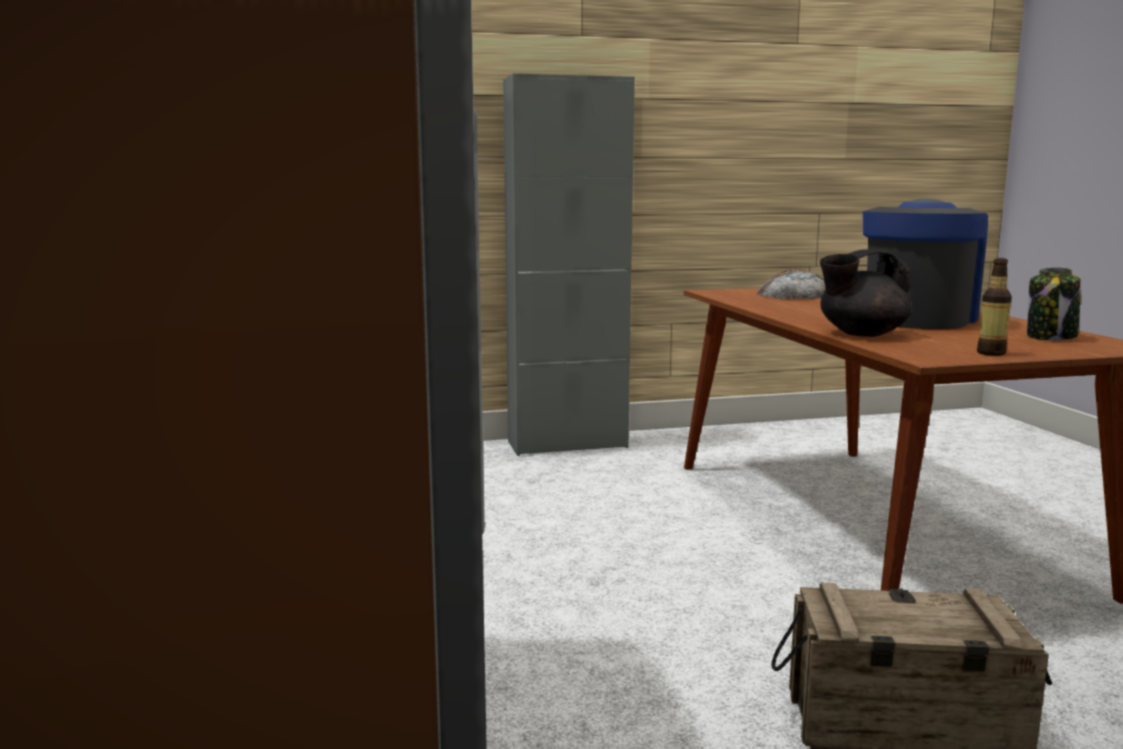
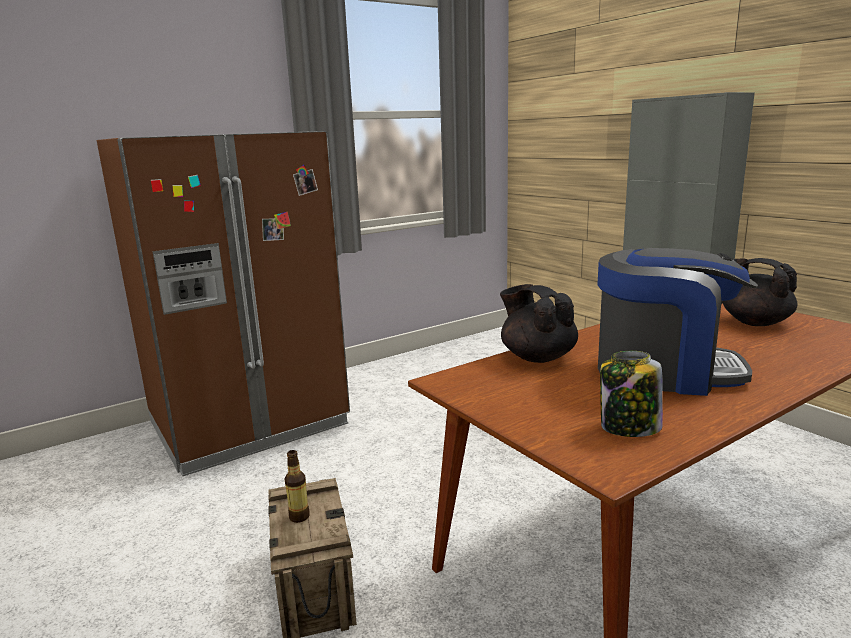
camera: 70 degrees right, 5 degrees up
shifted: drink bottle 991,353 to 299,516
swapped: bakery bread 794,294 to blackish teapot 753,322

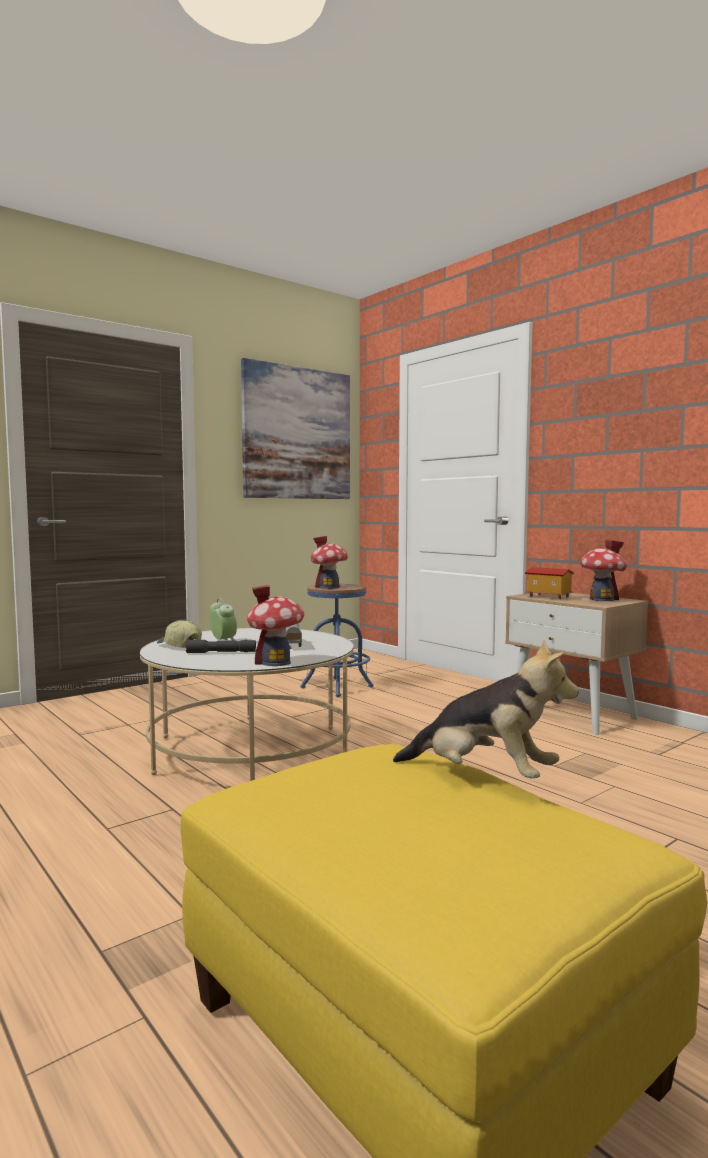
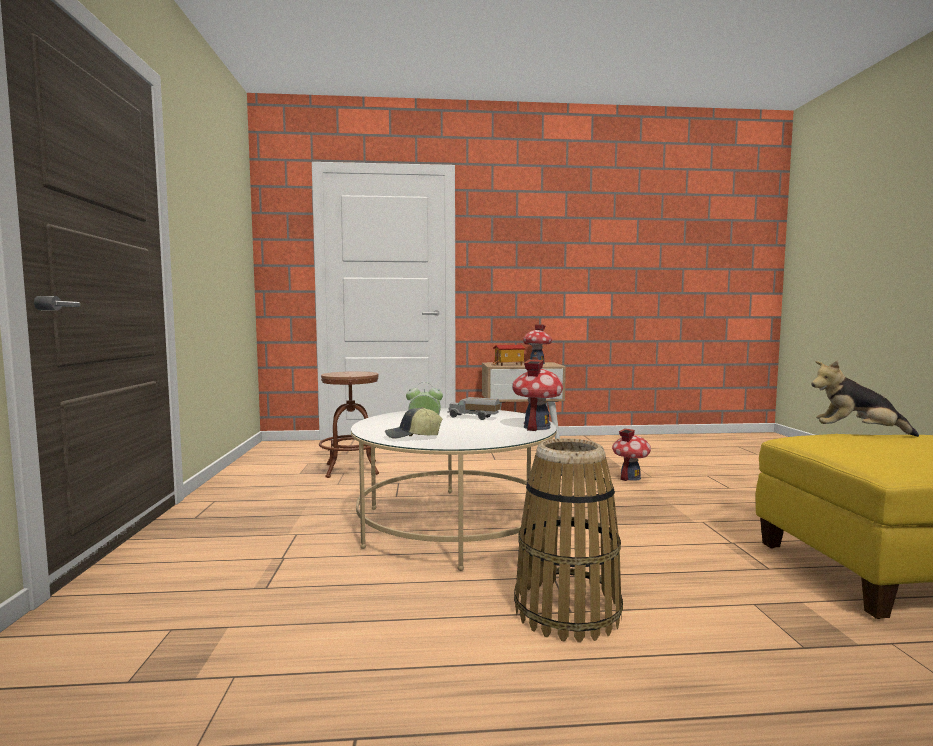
camera: 55 degrees left, 0 degrees up
gone: greyish flashlight 221,652; wall picture 297,433
new: basket 567,610
shifted: miniature house 329,587 to 630,477
repainted: bluish stool seat 336,687 to brown stool seat 352,469
rotated: plush toy 484,777 = 857,433 135 degrees counterclockwise

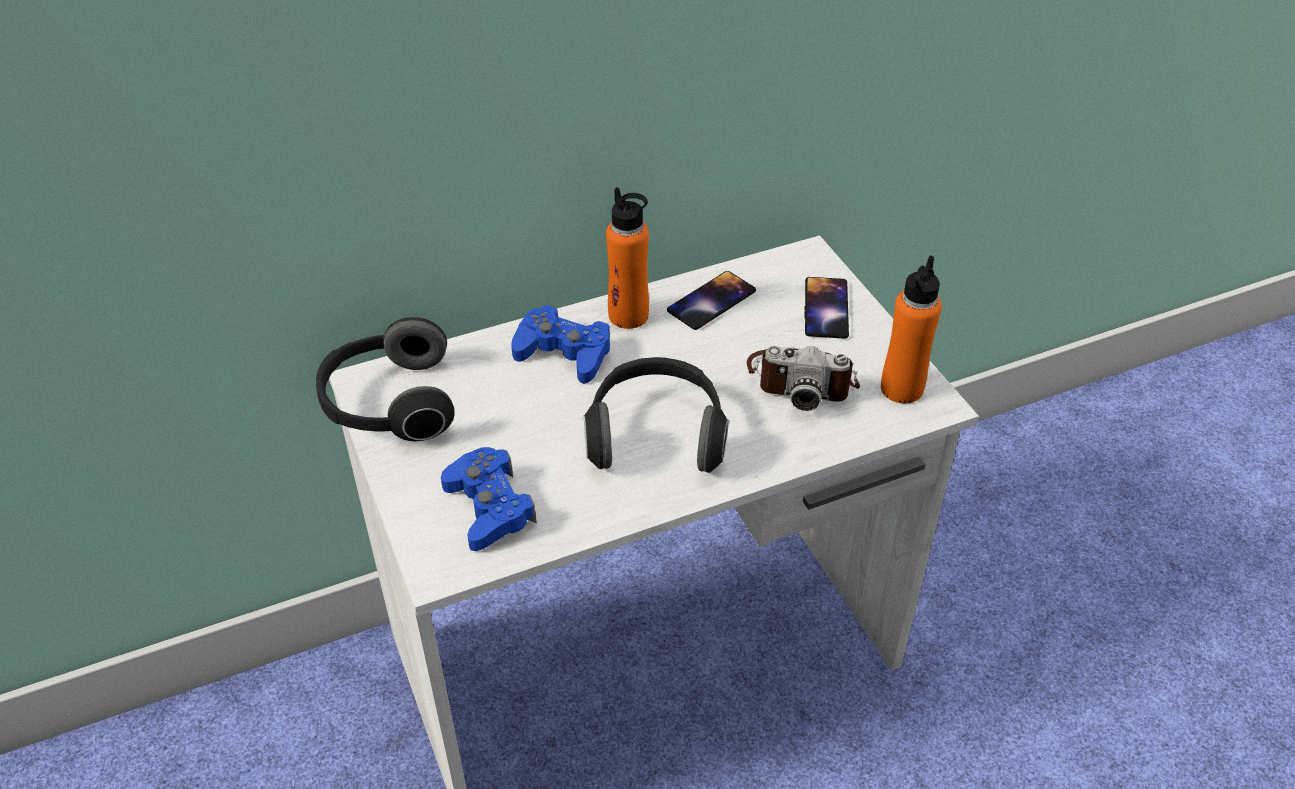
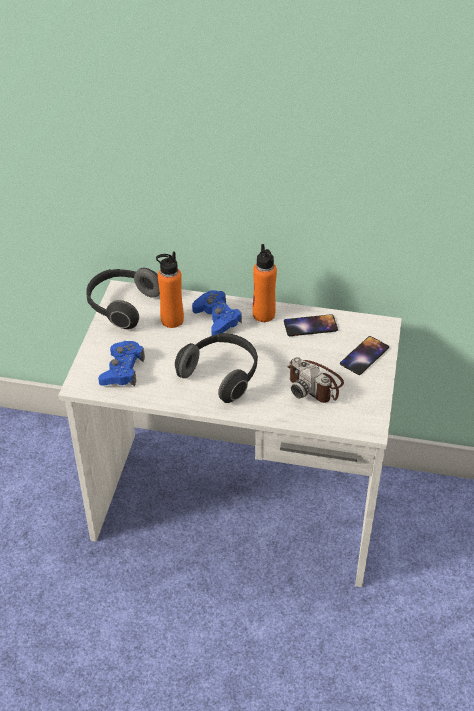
camera: 35 degrees right, 0 degrees up
shifted: orangey drink bottle 901,388 to 172,320

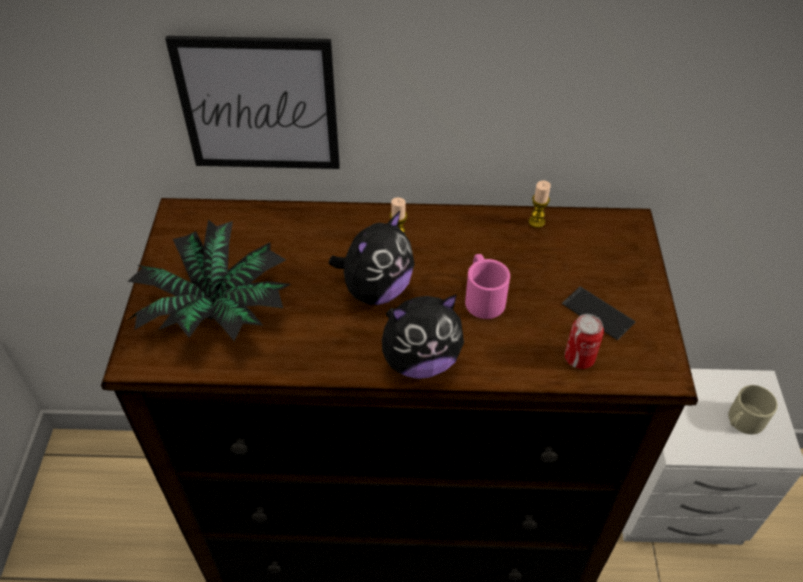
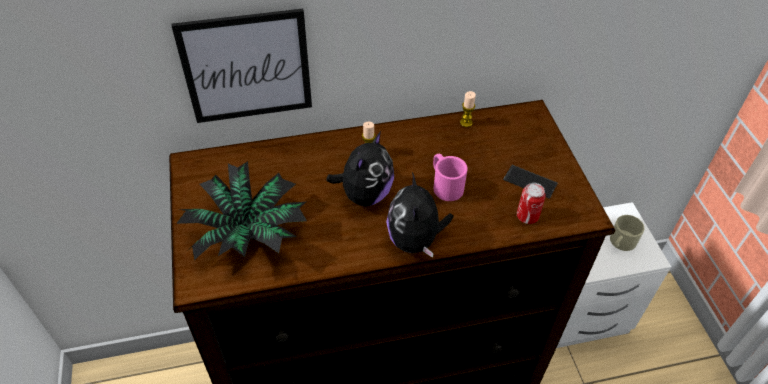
camera: 15 degrees left, 0 degrees up
rotated: plush toy 420,361 = 415,241 120 degrees clockwise

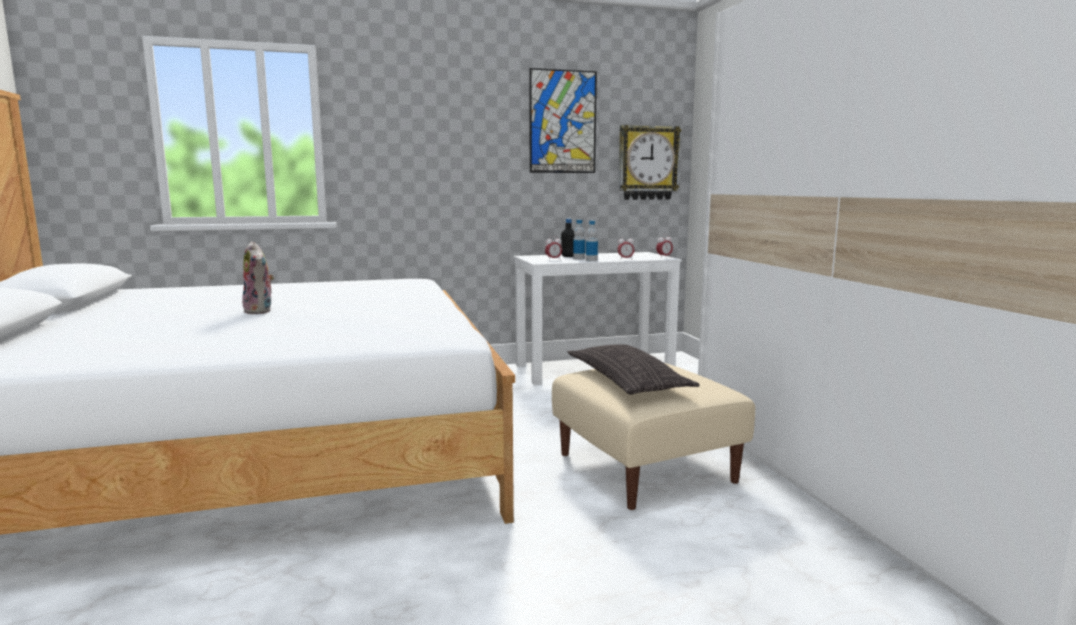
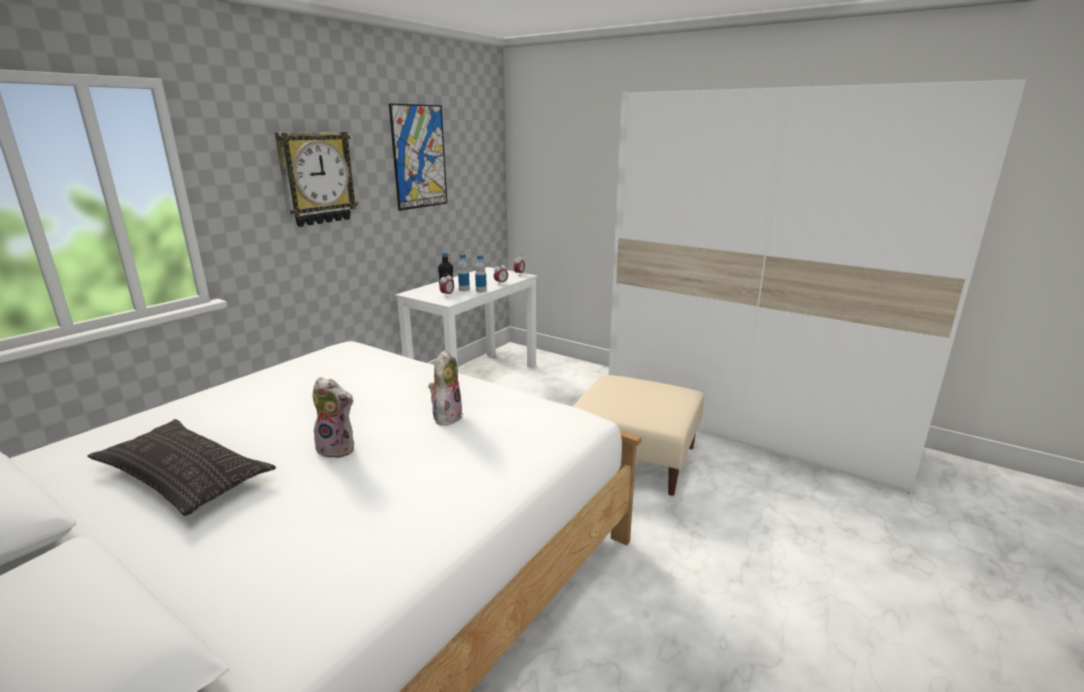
camera: 40 degrees left, 10 degrees up
new: plush toy 446,416
shifted: throw pillow 627,380 to 183,475; hanging clock 647,163 to 316,178

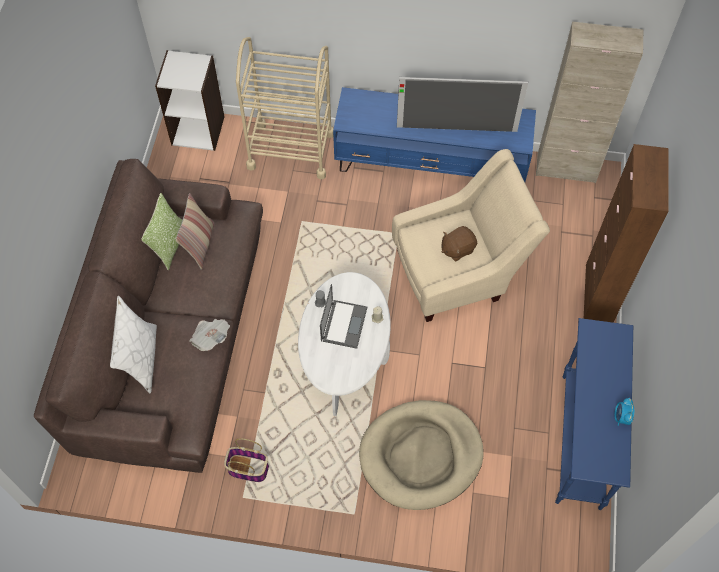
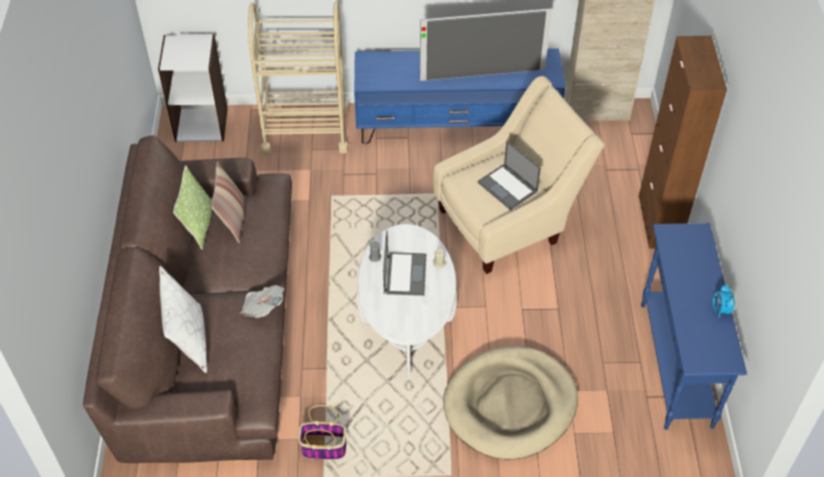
camera: 10 degrees left, 10 degrees down
swapped: brown plush toy 457,249 to portable computer 508,187

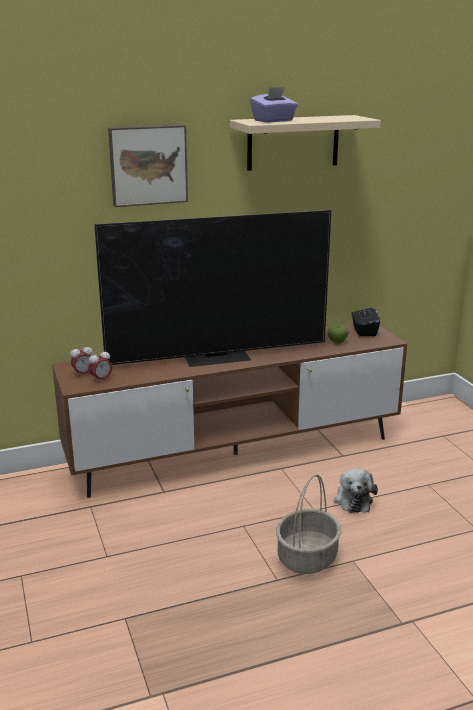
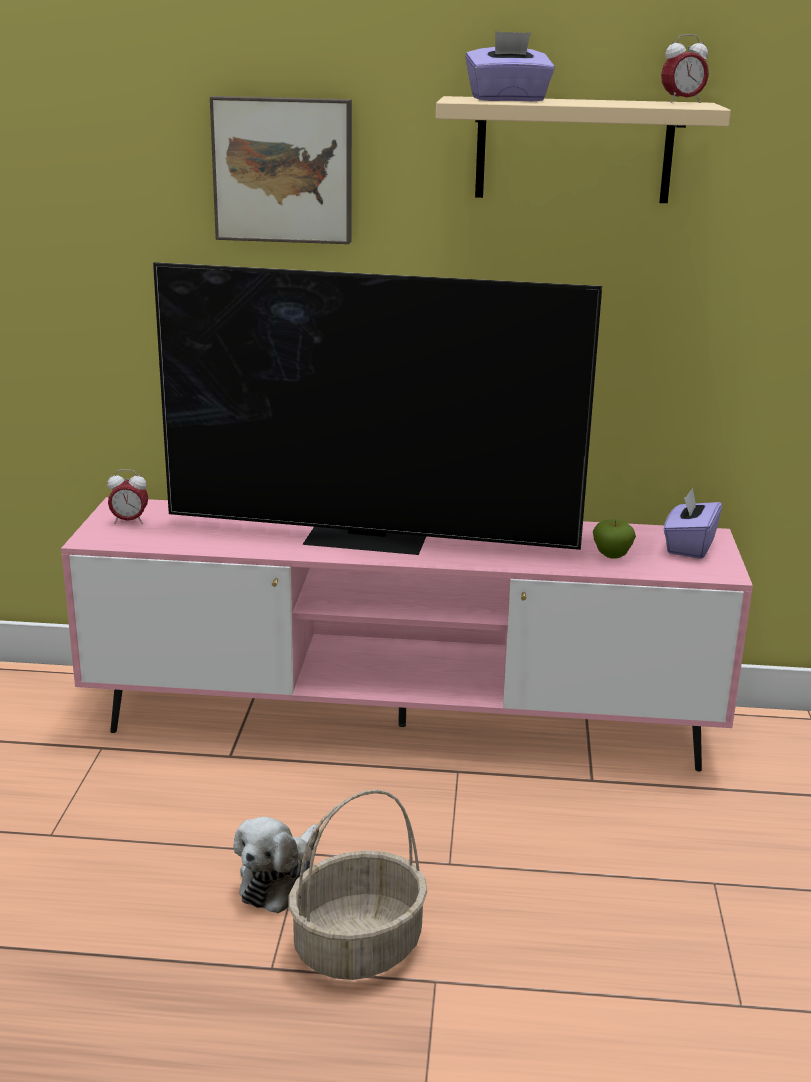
camera: 25 degrees right, 0 degrees up
shifted: bedside clock 101,380 to 682,102; plush toy 353,499 to 280,879
repainted: brown tv stand 235,454 to pinkish tv stand 402,725; blackish tissue holder 364,331 to purple-coloured tissue holder 689,546

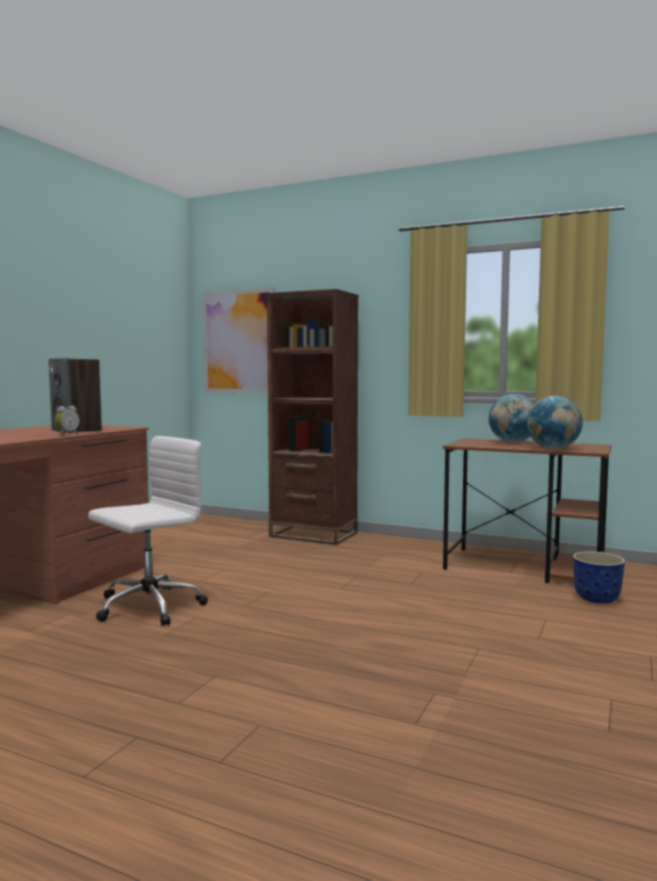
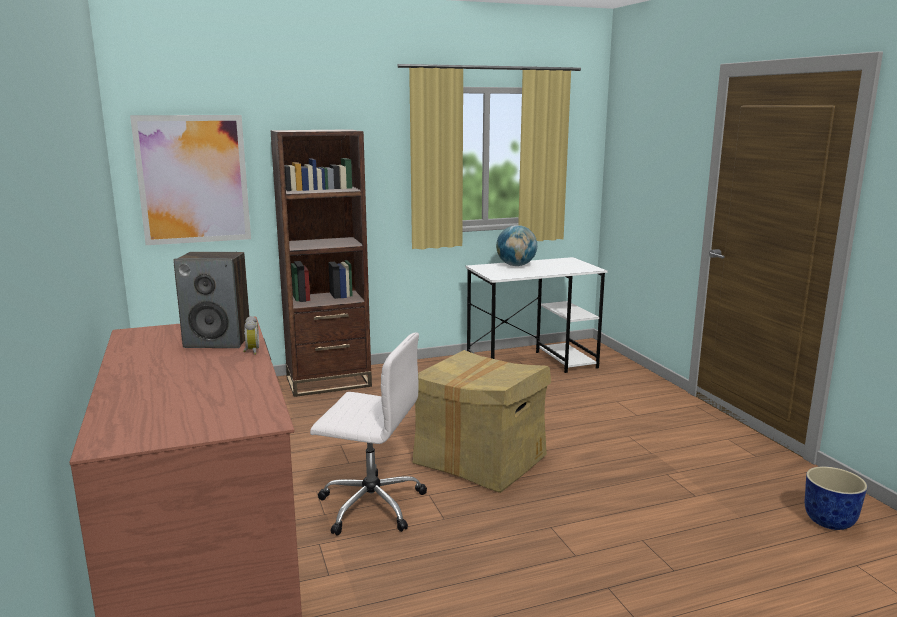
camera: 45 degrees left, 10 degrees up
gone: world globe 553,448
new: packing box 480,460
shifted: flower pot 596,599 to 828,521
repainted: brown desk table 525,568 to whitish desk table 533,364
rotated: whitish computer chair 147,607 = 370,504 105 degrees clockwise

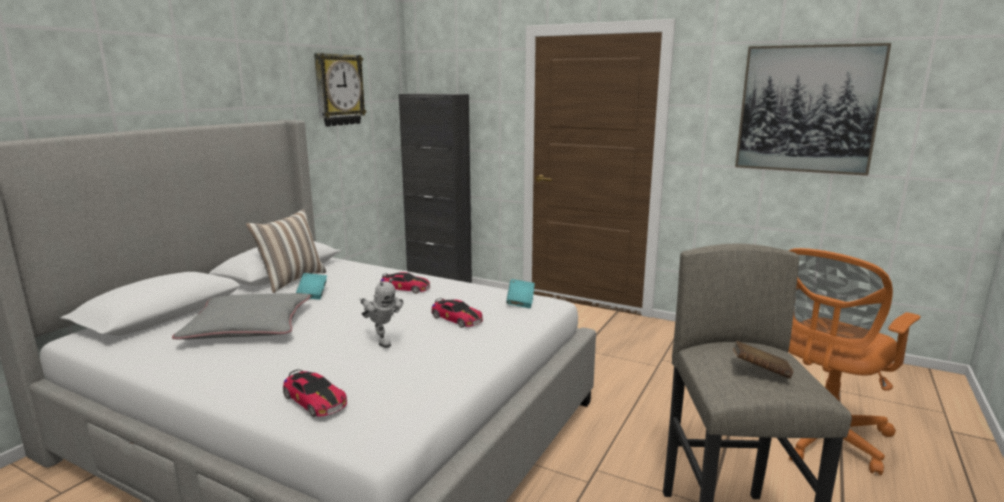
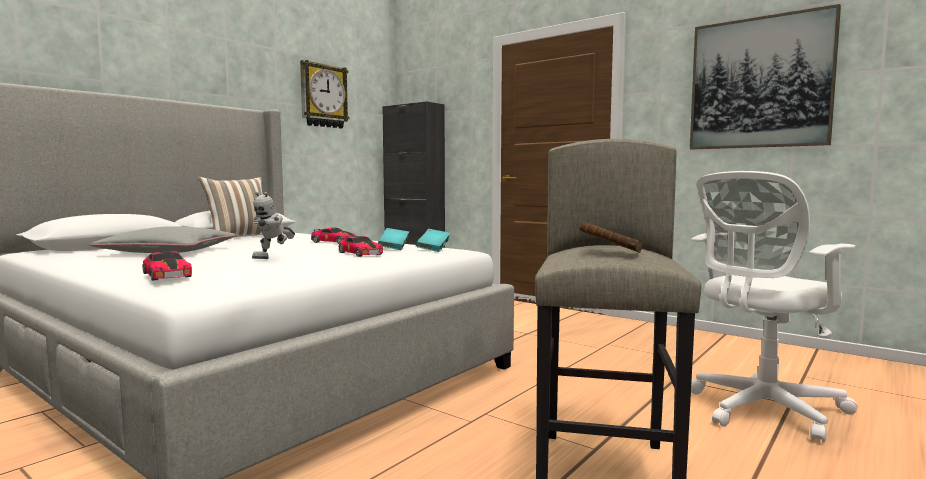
camera: 10 degrees right, 10 degrees down
shifted: turquoise-coloured book 312,294 to 394,248
repainted: orangey computer chair 821,439 to whitish computer chair 761,410
rotated: model robot 382,341 = 273,258 60 degrees clockwise

